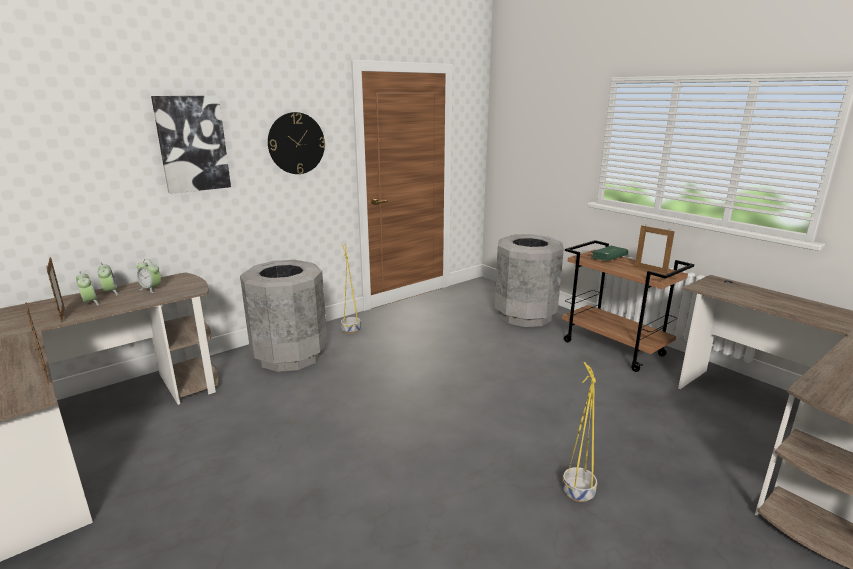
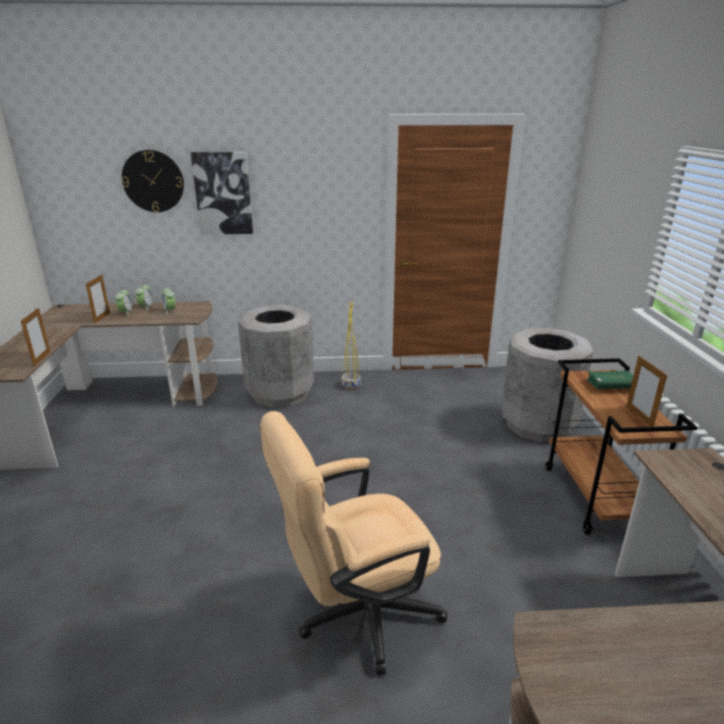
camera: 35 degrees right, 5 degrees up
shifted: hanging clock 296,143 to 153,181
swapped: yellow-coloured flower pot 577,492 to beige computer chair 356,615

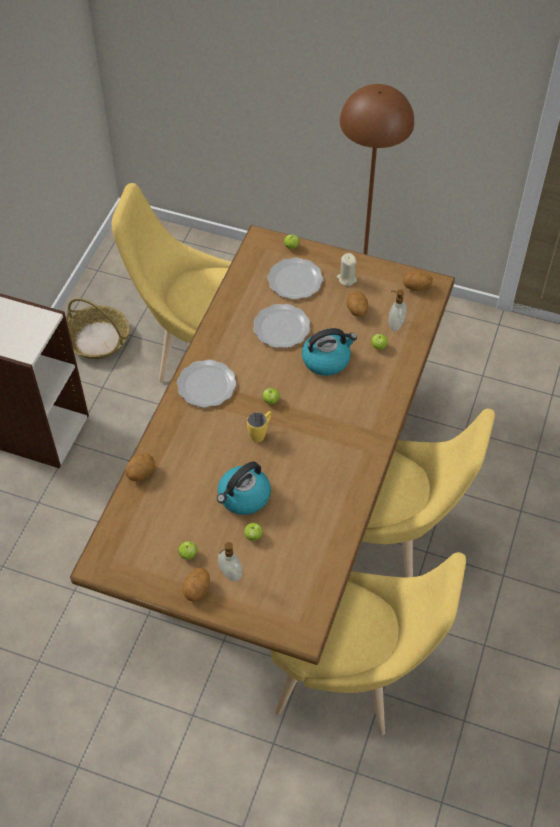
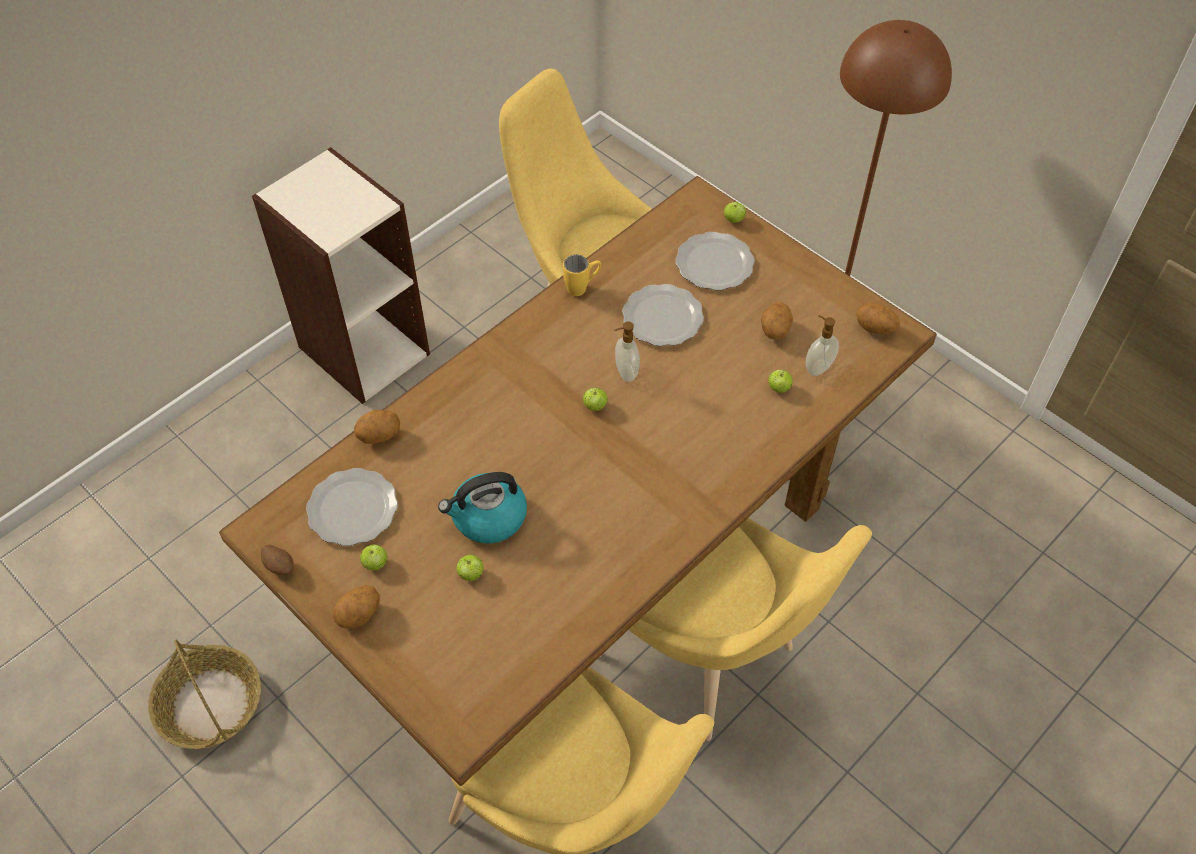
camera: 25 degrees right, 0 degrees up
gone: tea kettle 326,360; beige wax light 346,279
new: whole potato 280,566
shifted: basket 97,339 to 210,704; flat dish 207,386 to 352,510; soap bottle 229,574 to 625,372; yellow-coloured coffee mug 261,433 to 582,287

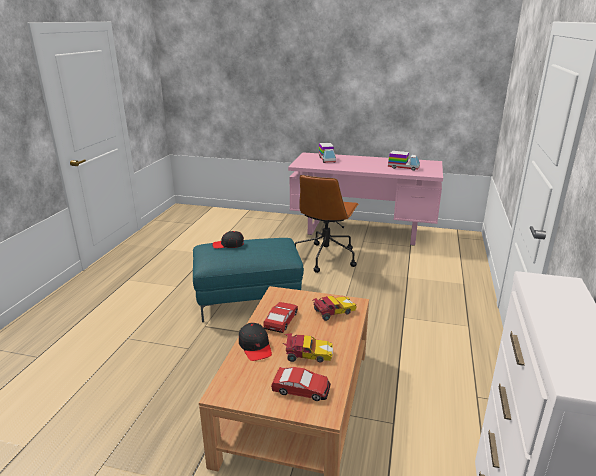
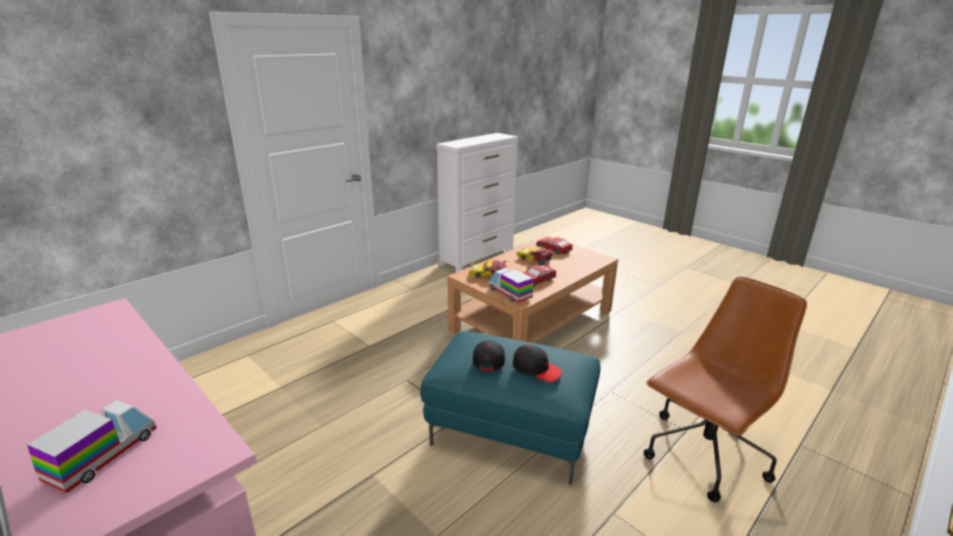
camera: 150 degrees left, 0 degrees up
shifted: blackish cap 255,346 to 489,358; brown computer chair 326,257 to 703,456; toy lorry 403,167 to 510,293

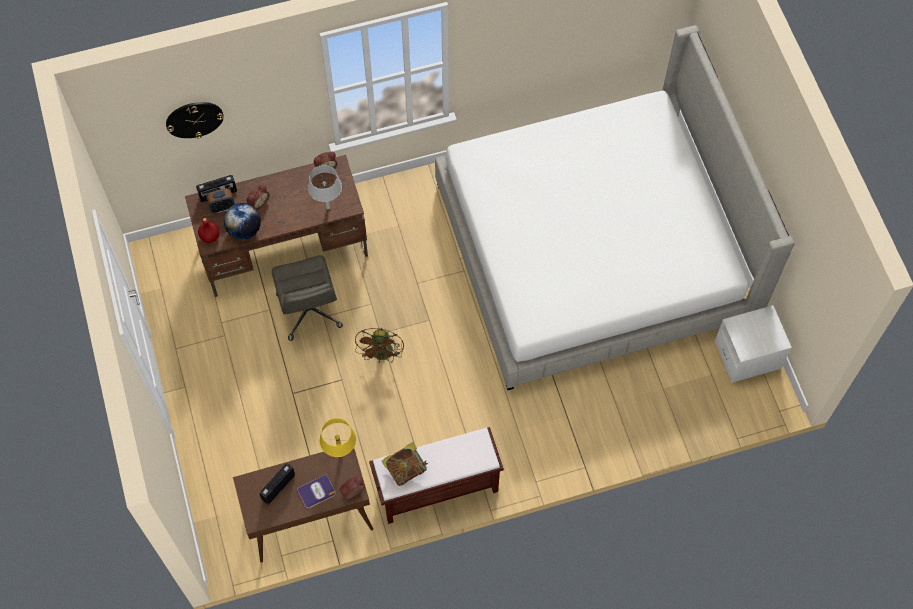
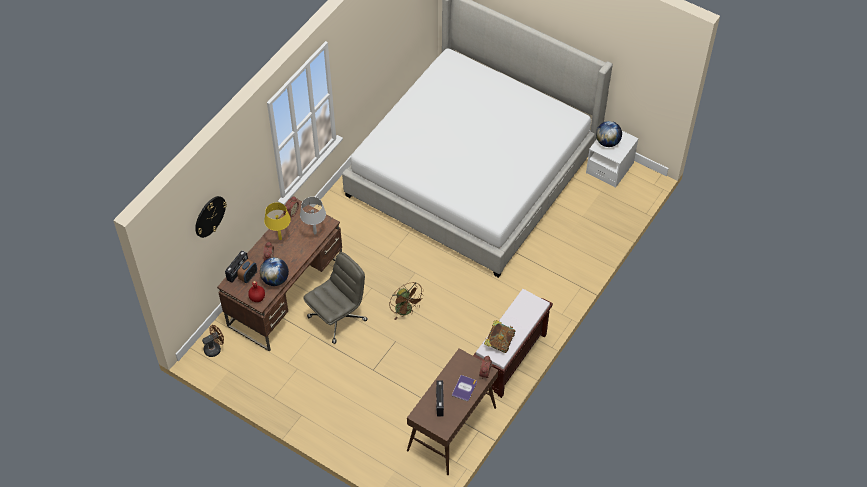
camera: 40 degrees left, 10 degrees down
new: brown cooling fan 215,348; world globe 607,142
shifted: yellow-coloured tabletop lamp 340,455 to 280,239
rotated: greyish computer chair 310,311 = 337,318 75 degrees counterclockwise

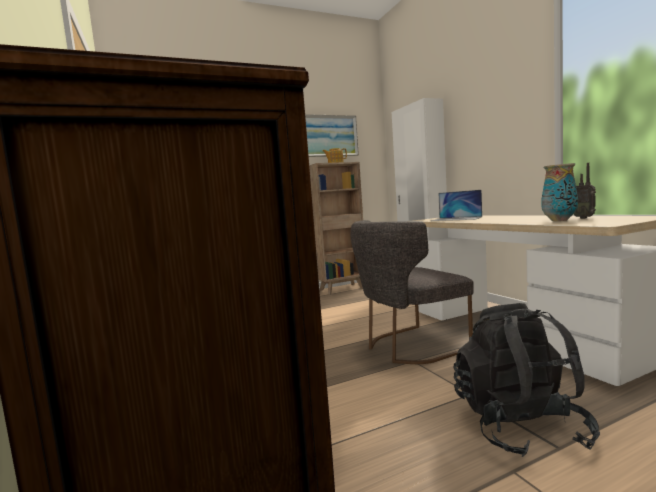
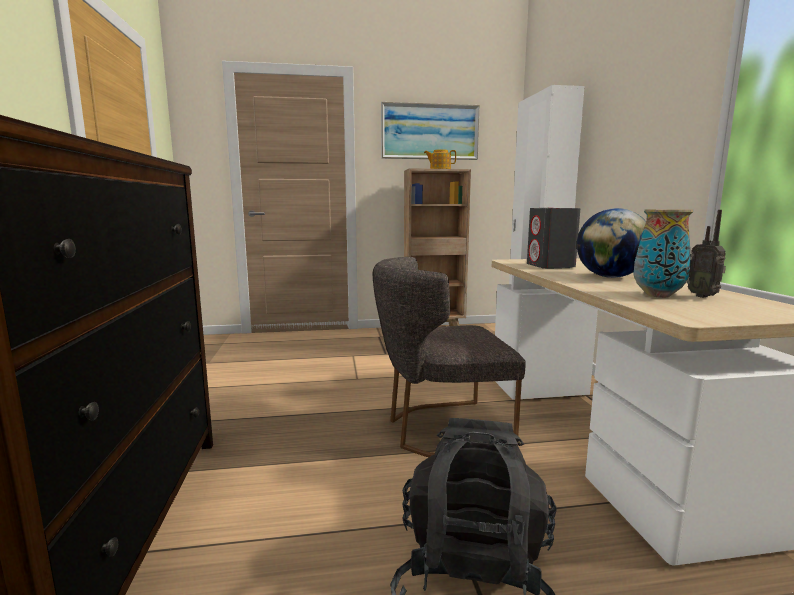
camera: 15 degrees right, 5 degrees up
new: world globe 610,277
swapped: portable computer 456,219 to greyish speaker 550,266

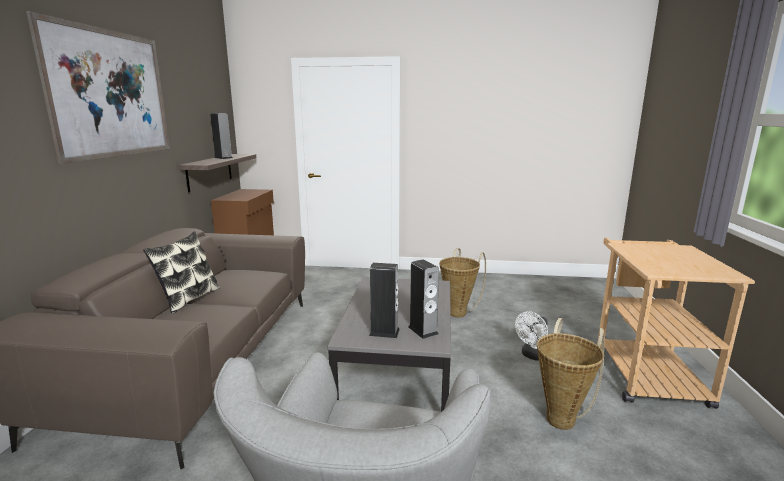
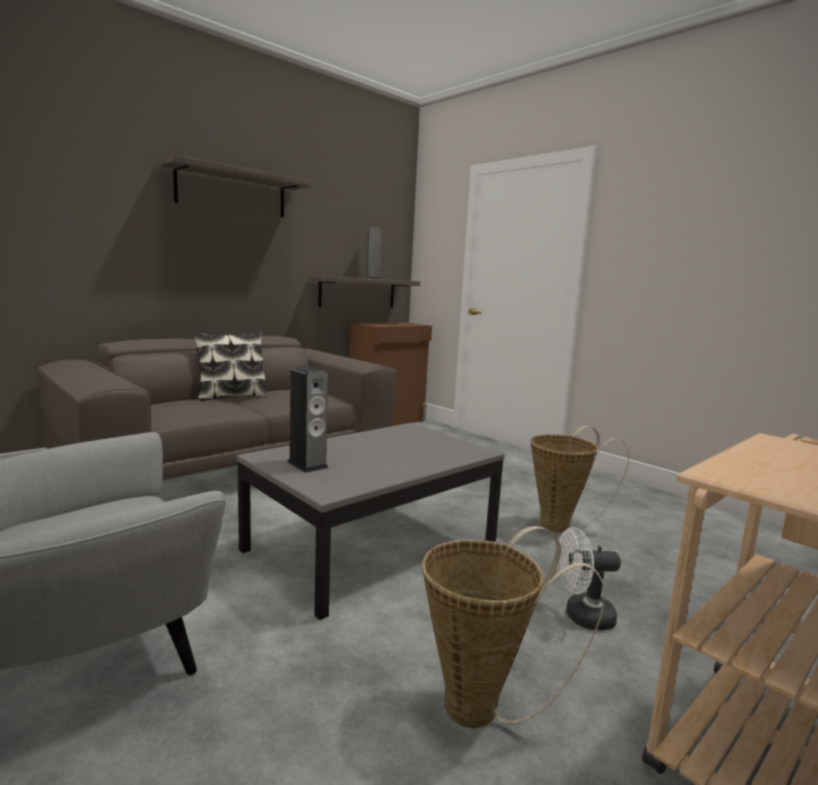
camera: 40 degrees right, 5 degrees down
gone: speaker 423,330
swapped: wall picture 111,94 to shelf 232,191

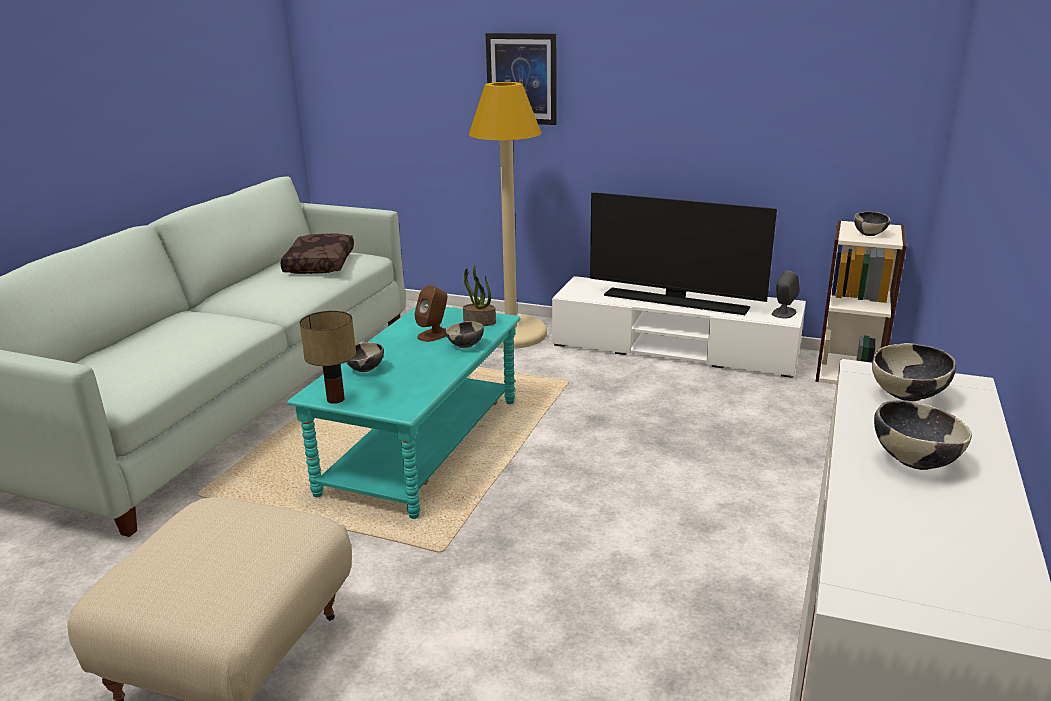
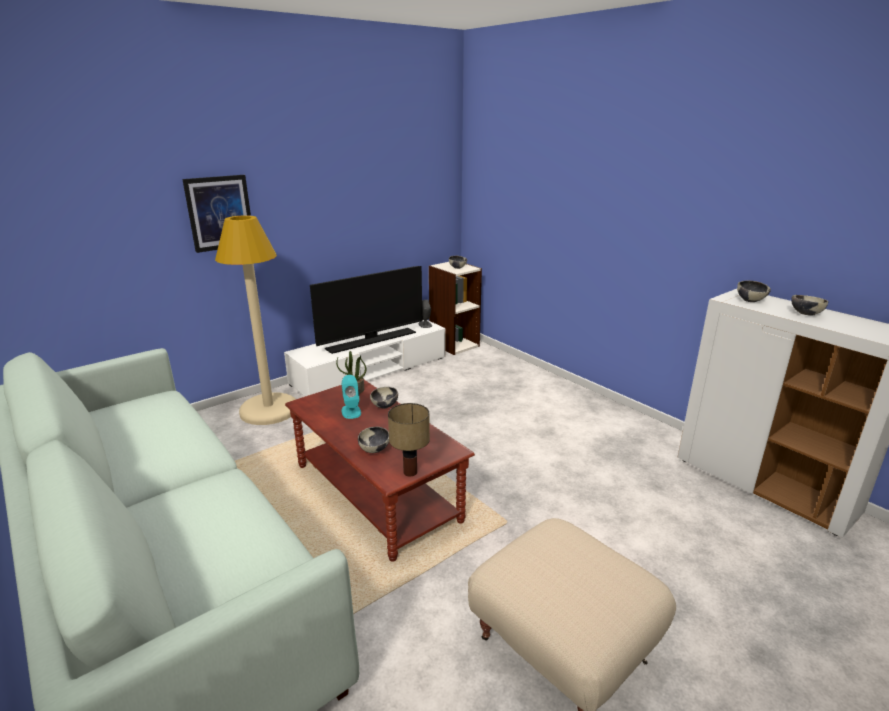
camera: 60 degrees left, 0 degrees up
gone: brown throw pillow 318,264
repainted: turquoise-coloured low table 423,445 to brown low table 376,492; brown speaker 434,334 to turquoise-coloured speaker 351,411

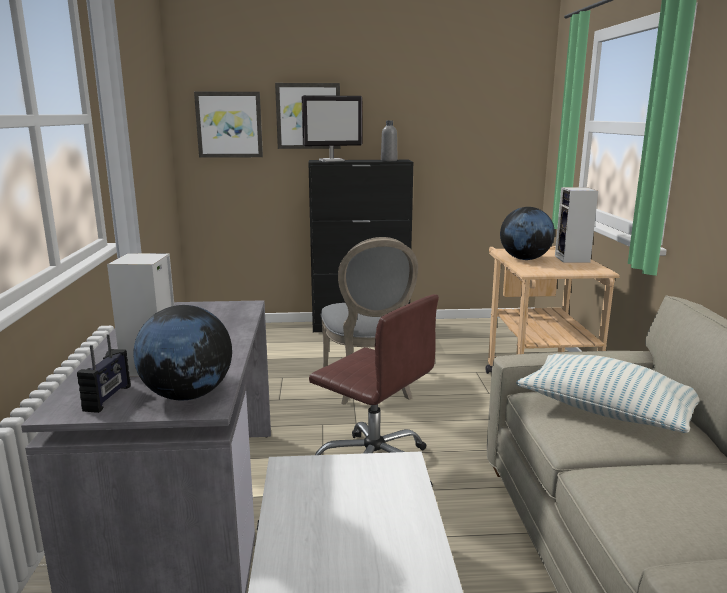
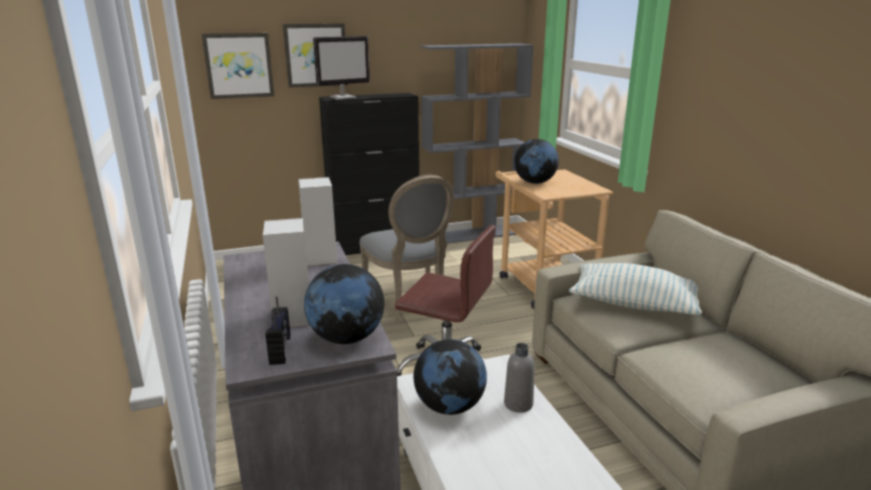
camera: 15 degrees left, 5 degrees up
new: world globe 450,406; greyish shelving unit 473,234
shifted: greyish drink bottle 389,160 to 518,404; speaker 573,259 to 322,258

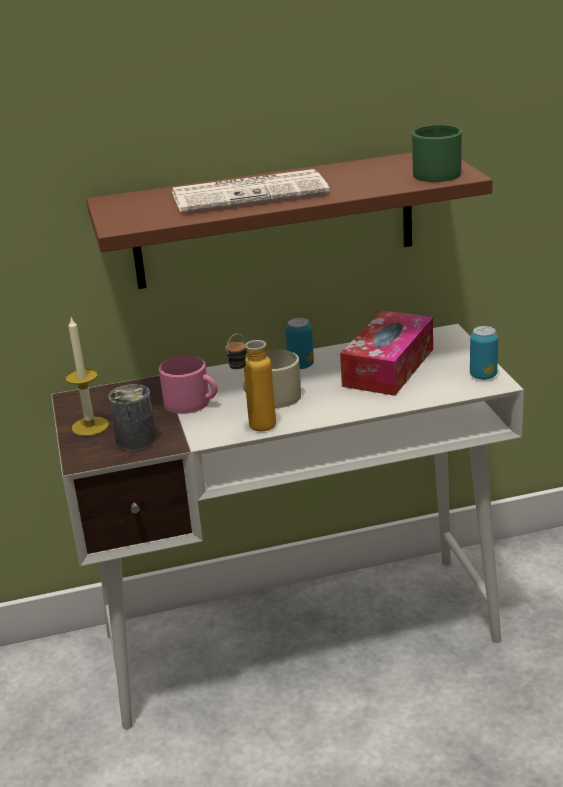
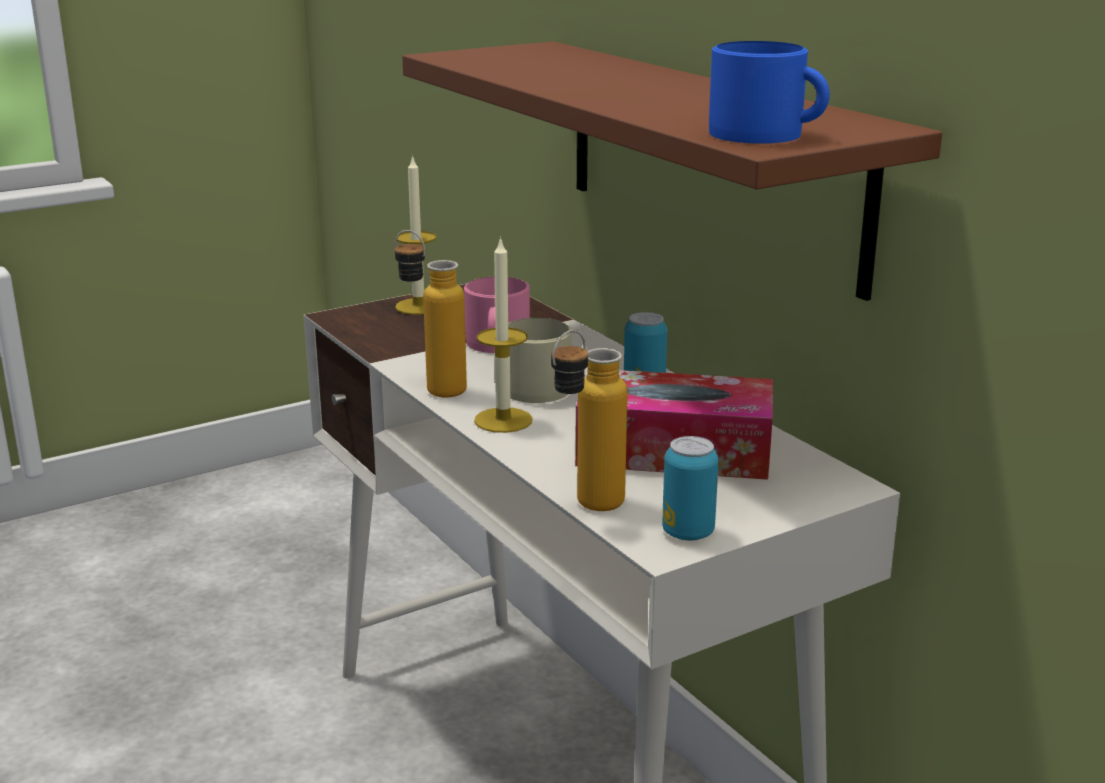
camera: 70 degrees right, 5 degrees down
gone: metal can 136,440; printed paper 251,193
new: wax light 503,420; drink bottle 586,508
repainted: green-coloured coffee mug 440,173 to bluish coffee mug 767,134

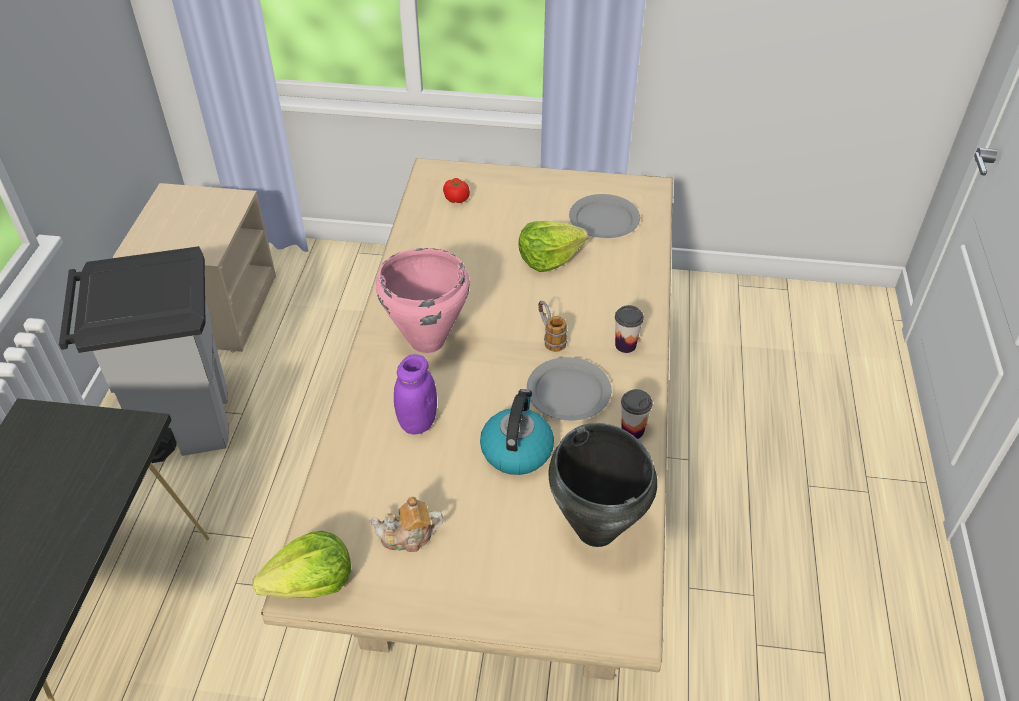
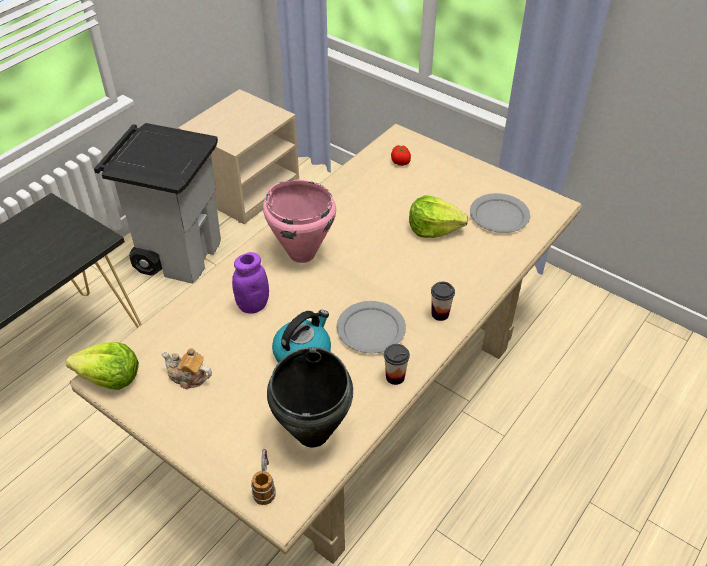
camera: 30 degrees right, 0 degrees up
shifted: coffee mug 549,337 to 265,485

